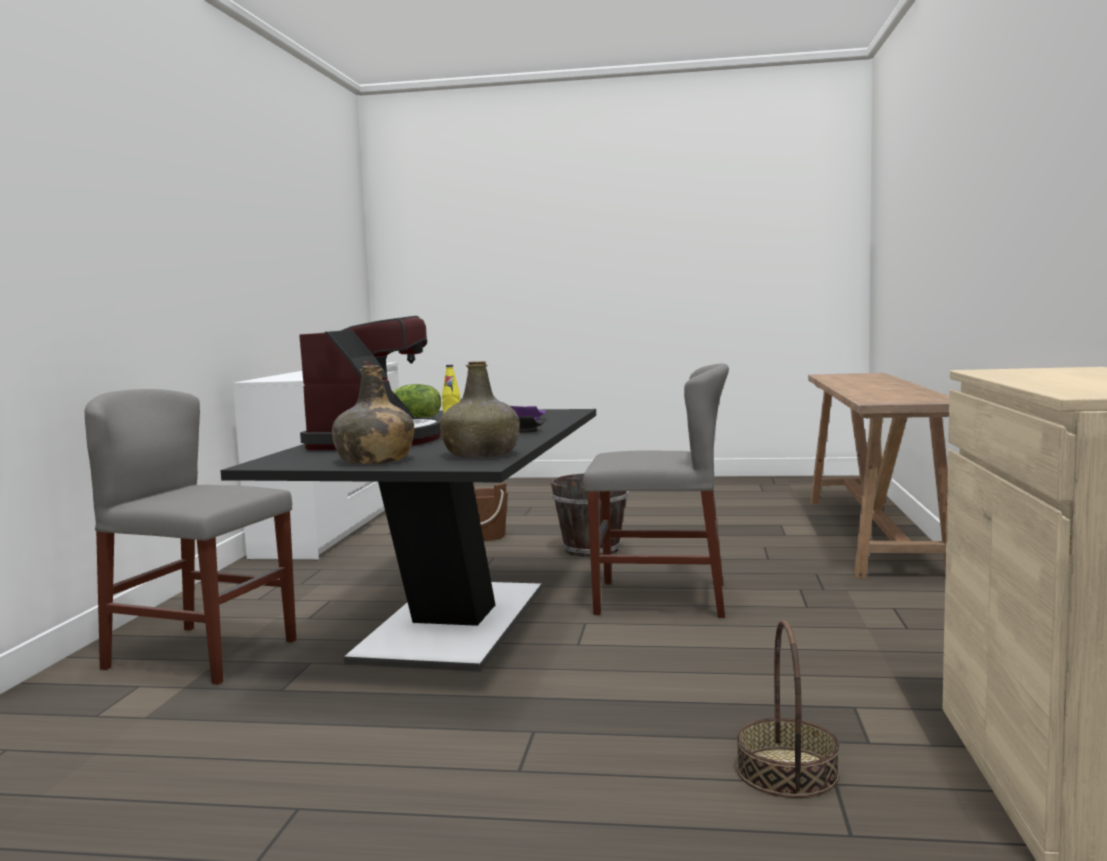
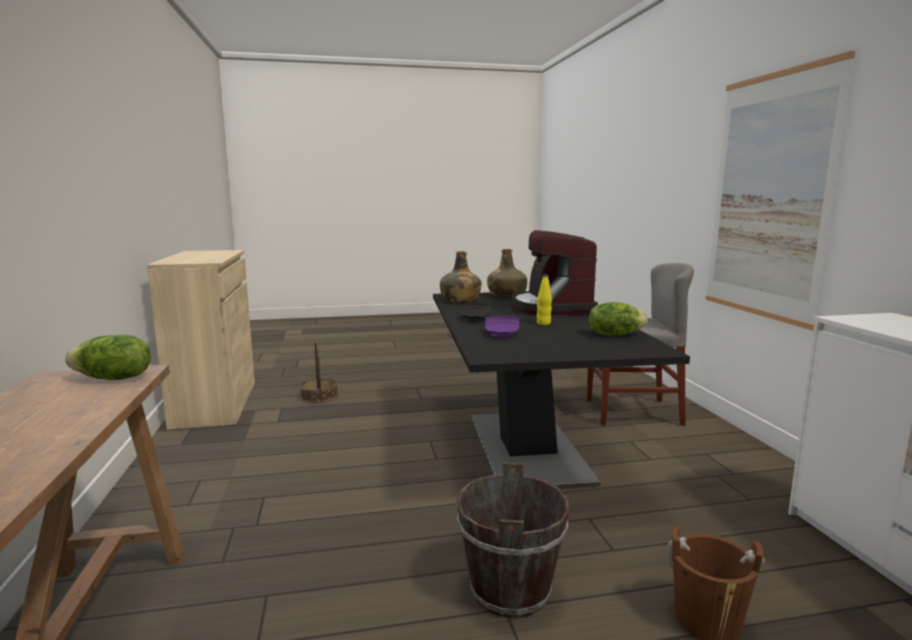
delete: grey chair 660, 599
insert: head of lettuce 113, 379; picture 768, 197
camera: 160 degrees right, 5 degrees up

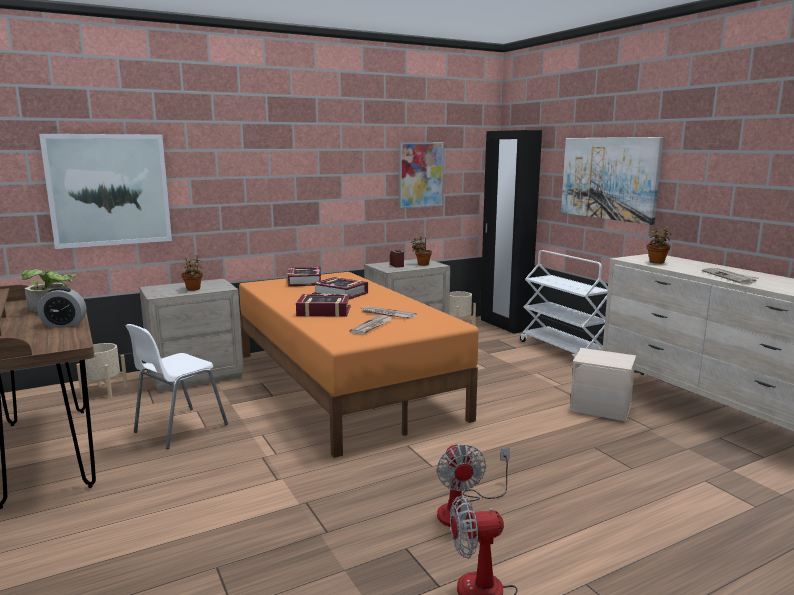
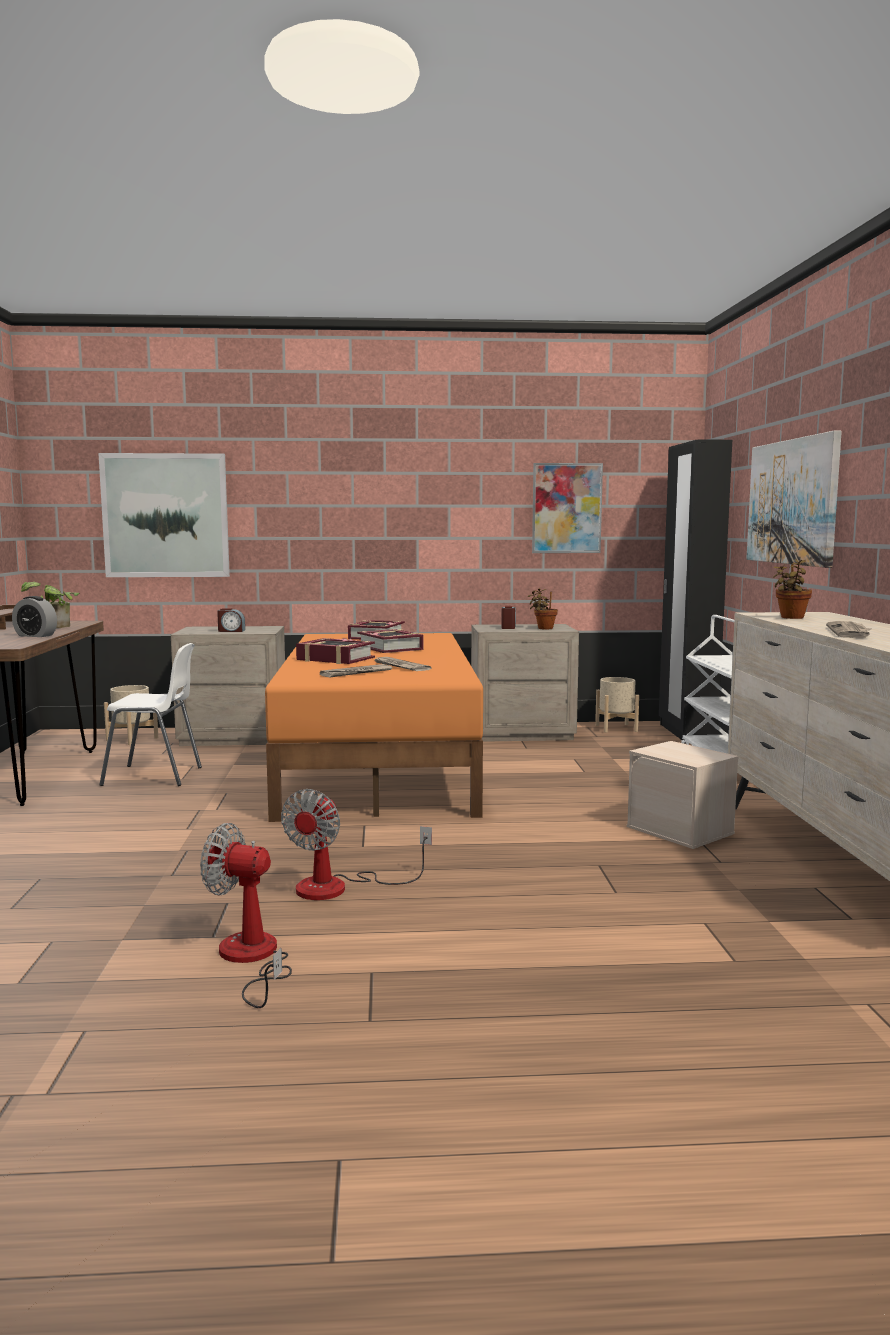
replace: houseplant 193, 289 to alarm clock 231, 631
rotate: white-coloured chair 178, 429 = 155, 776 150 degrees counterclockwise
camera: 25 degrees right, 5 degrees down

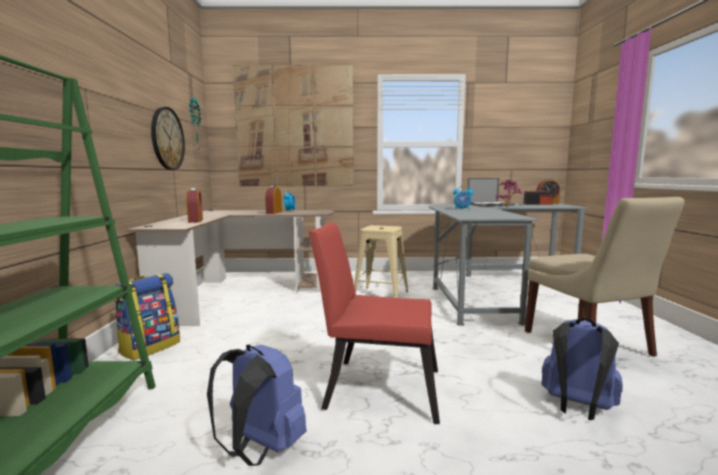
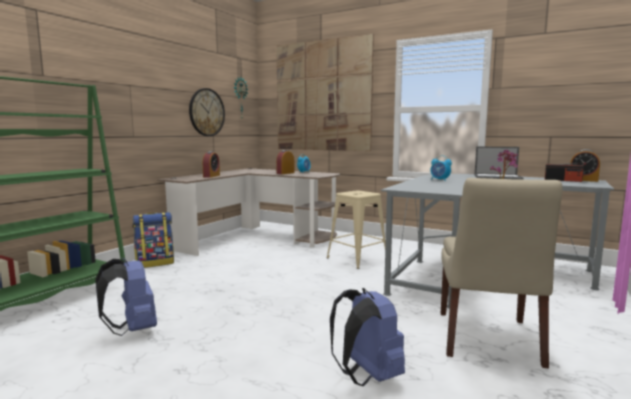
delete: red chair 376, 387
camera: 30 degrees right, 0 degrees up

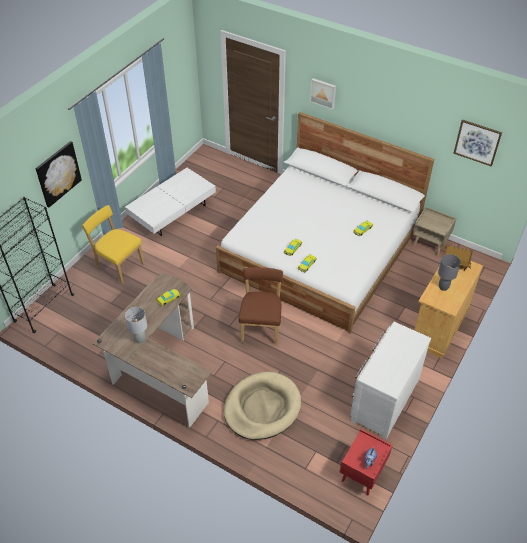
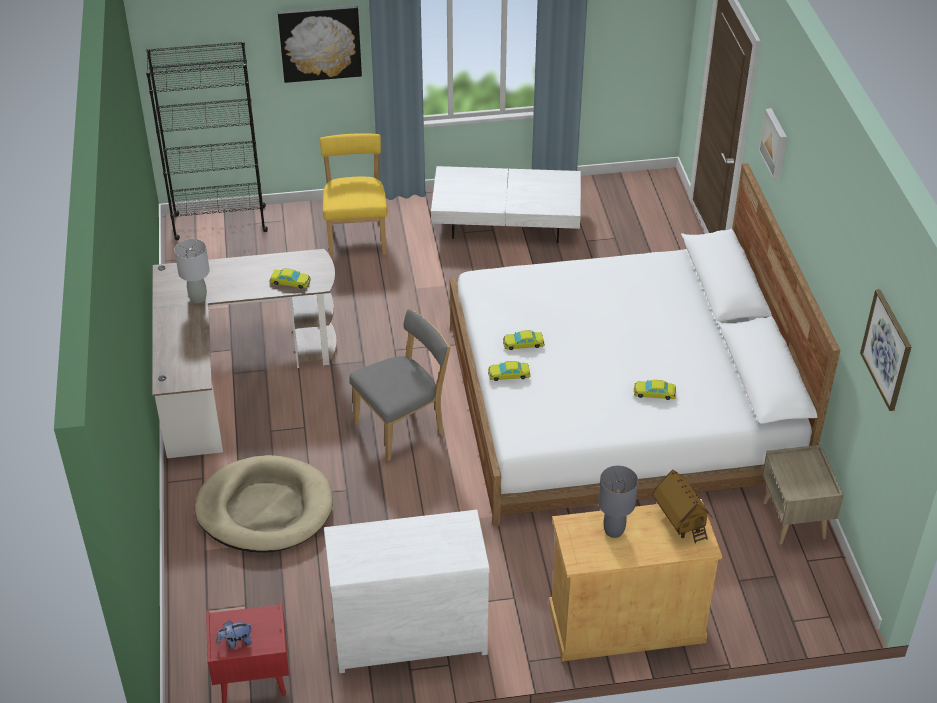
recolor: brown chair 261, 326 to grey chair 403, 427
camera: 50 degrees right, 5 degrees down

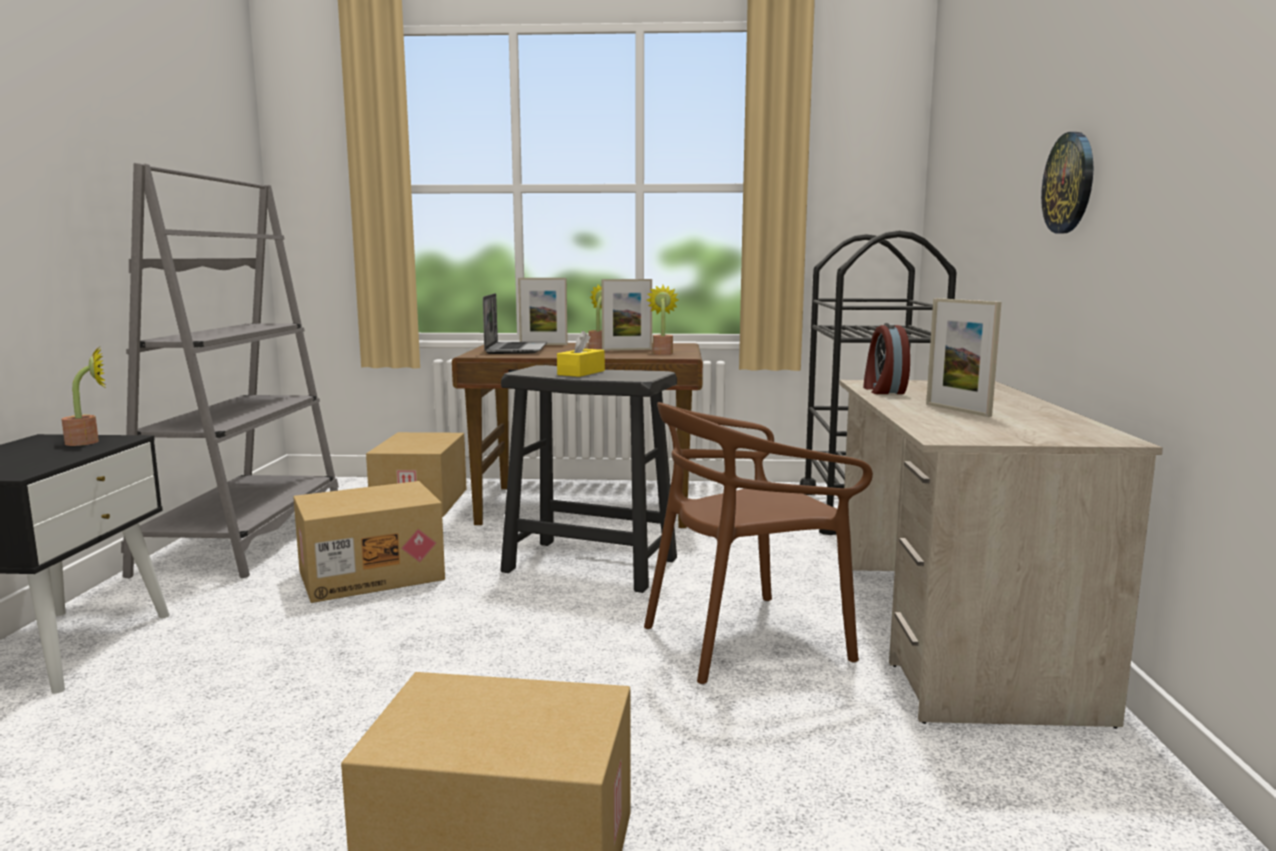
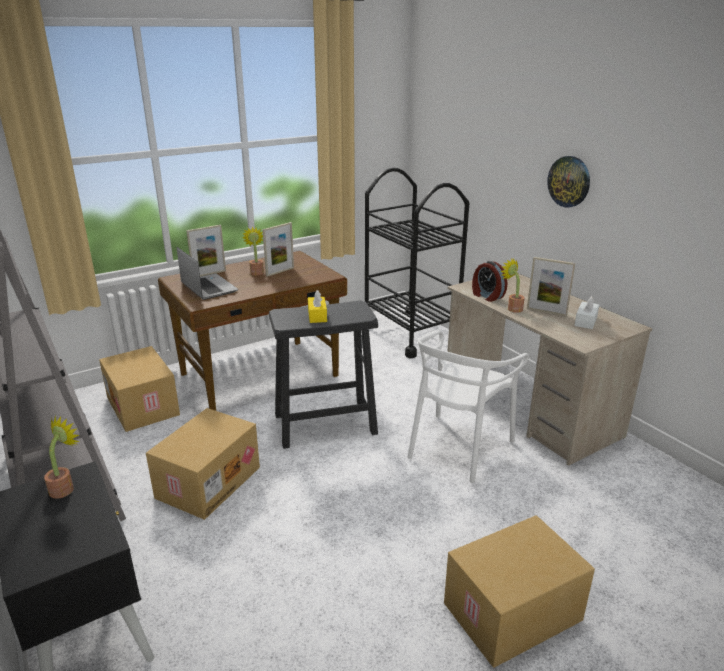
insert: white-coloured box of tissues 585, 321
move: houseplant 662, 353 to 512, 308
recolor: brown chair 745, 640 to white-coloured chair 458, 447
camera: 35 degrees left, 15 degrees up

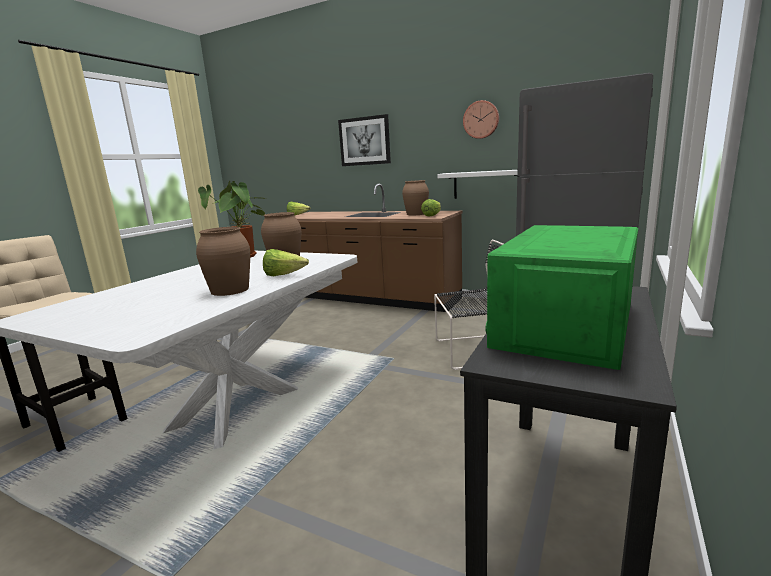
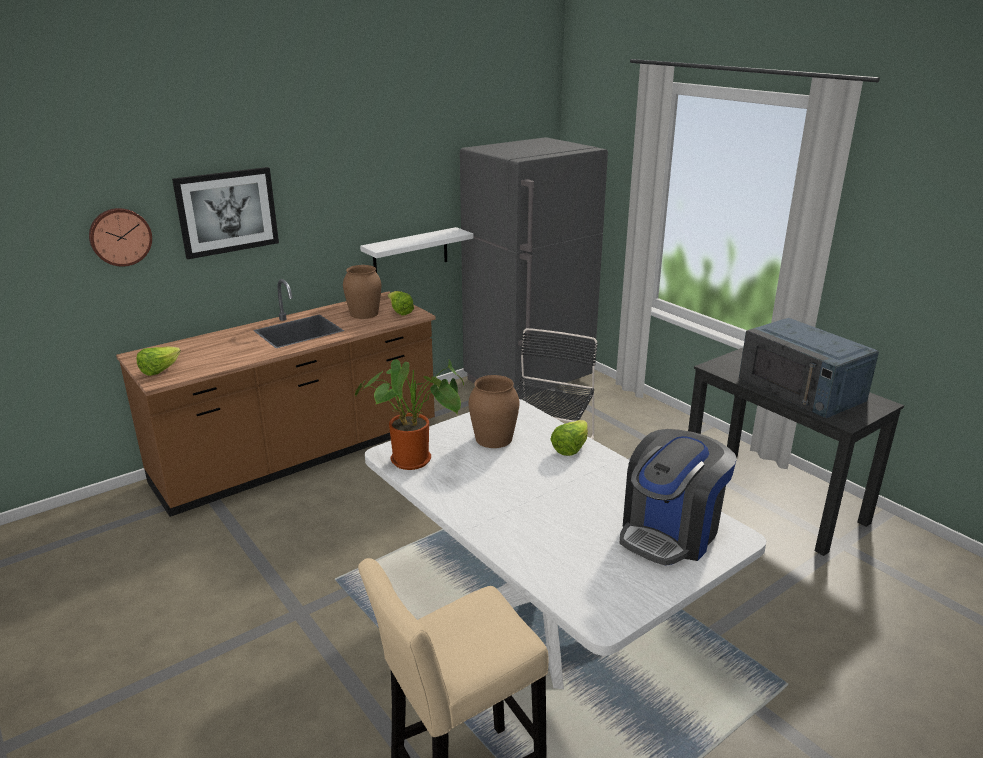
delete: brown vase 230, 290
insert: coffee machine 670, 532
move: hanging clock 481, 119 to 120, 236
recolor: greenish microwave oven 565, 325 to blue microwave oven 802, 389
camera: 65 degrees left, 10 degrees up

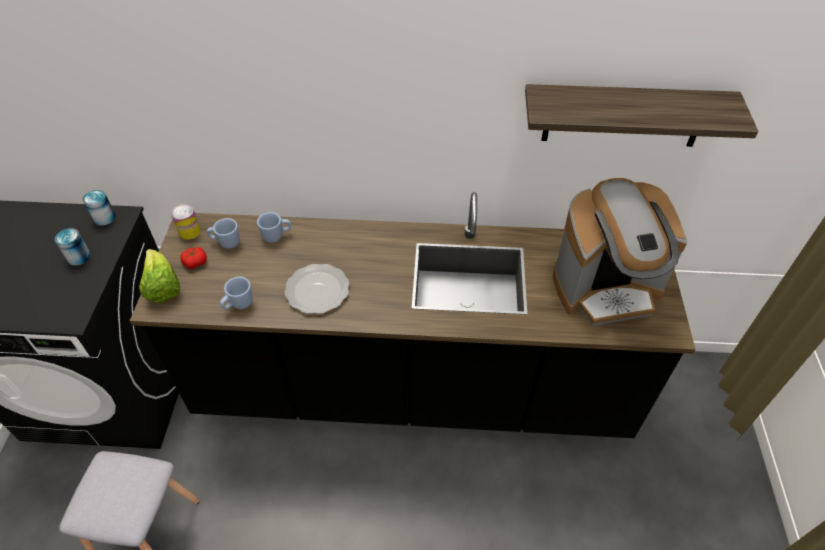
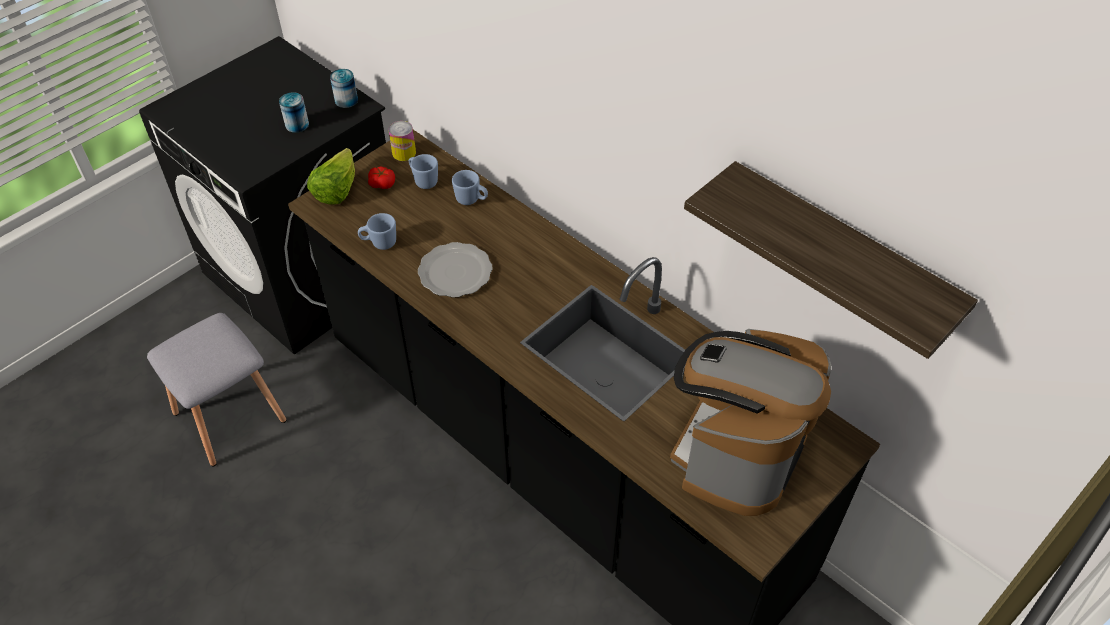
rotate: coffee machine 606, 289 = 736, 453 90 degrees clockwise
camera: 40 degrees right, 0 degrees up

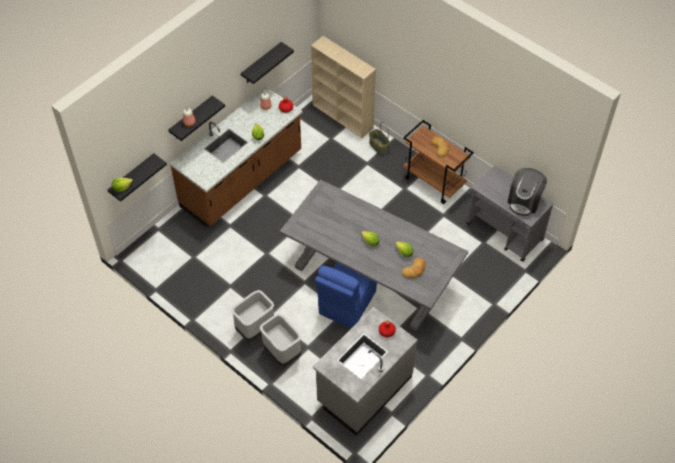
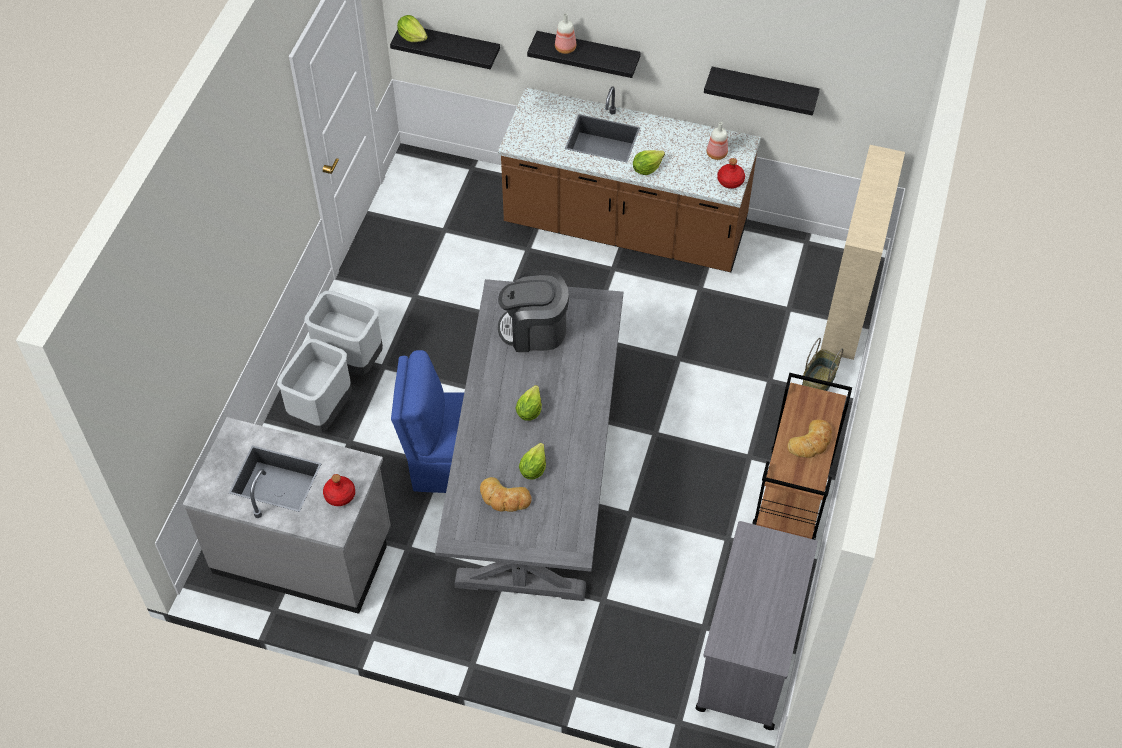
move: coffee machine 524, 201 to 534, 330
camera: 65 degrees right, 0 degrees up

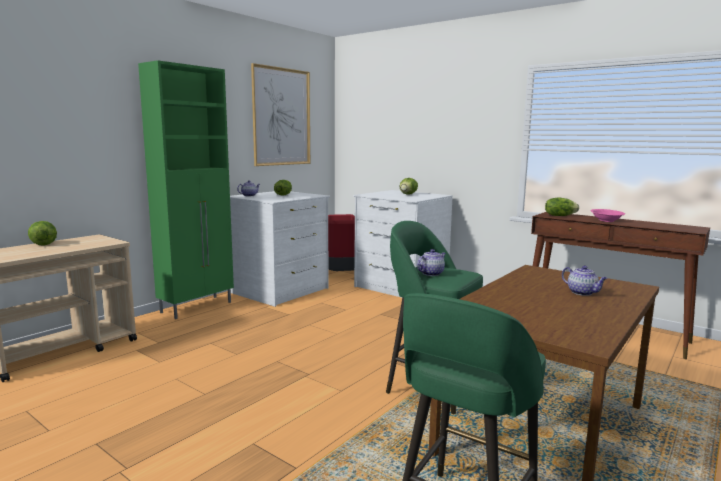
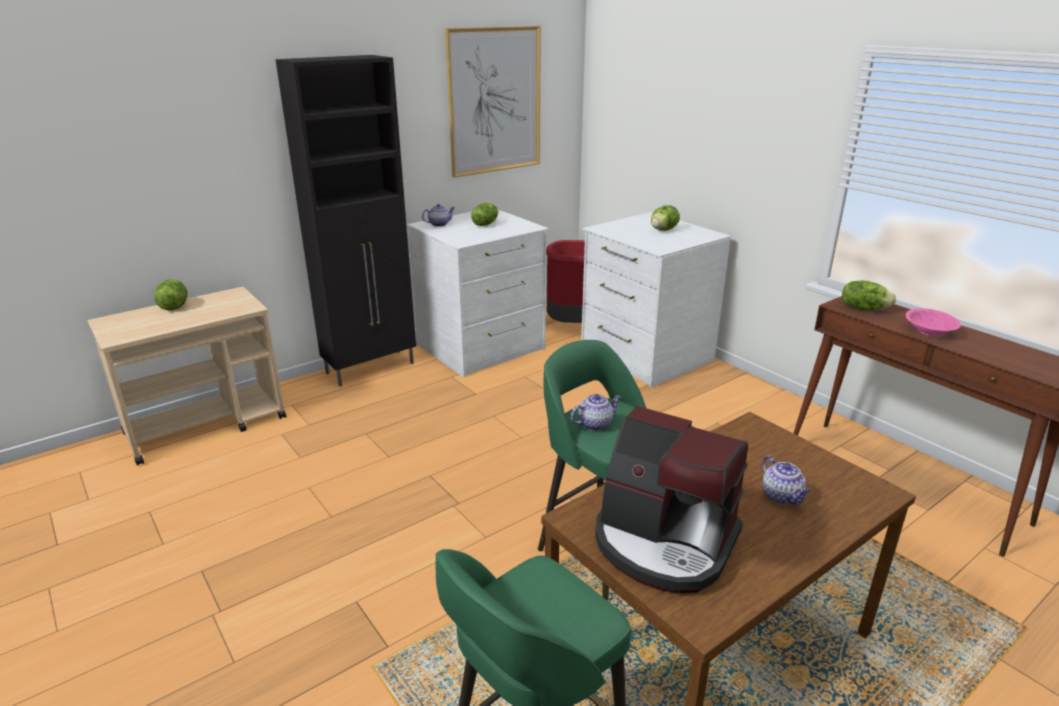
insert: coffee machine 664, 543
recolor: greenish storage cabinet 198, 307 to blackish storage cabinet 371, 368
camera: 15 degrees right, 15 degrees up

